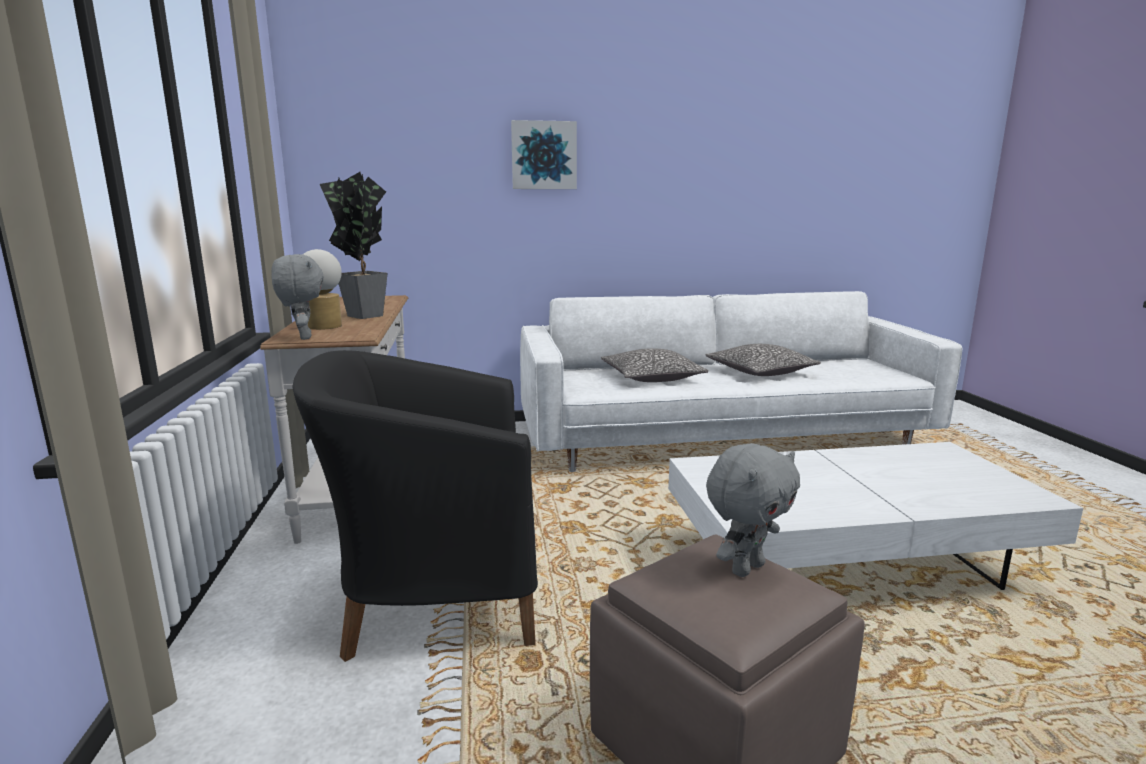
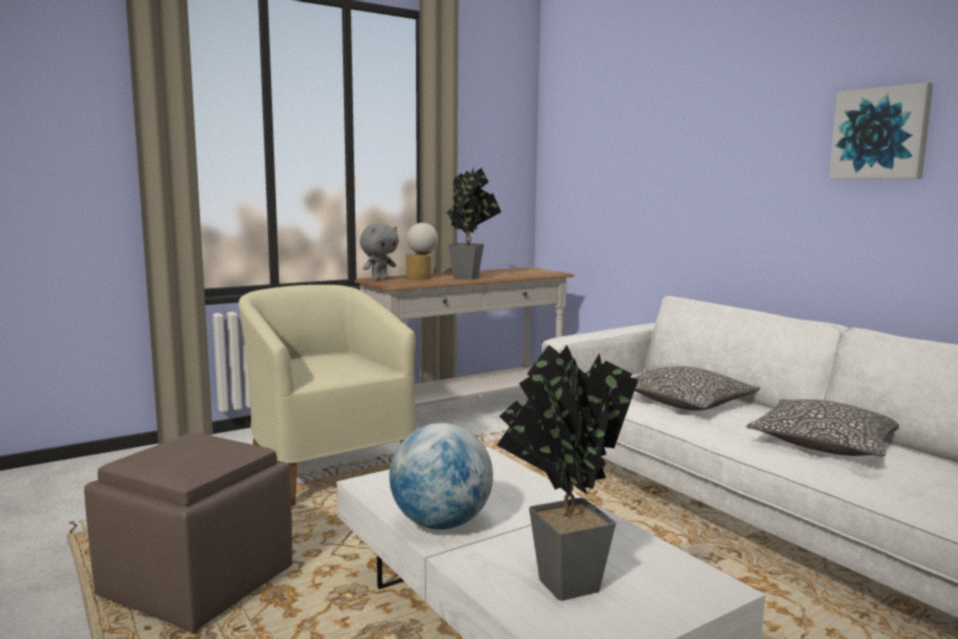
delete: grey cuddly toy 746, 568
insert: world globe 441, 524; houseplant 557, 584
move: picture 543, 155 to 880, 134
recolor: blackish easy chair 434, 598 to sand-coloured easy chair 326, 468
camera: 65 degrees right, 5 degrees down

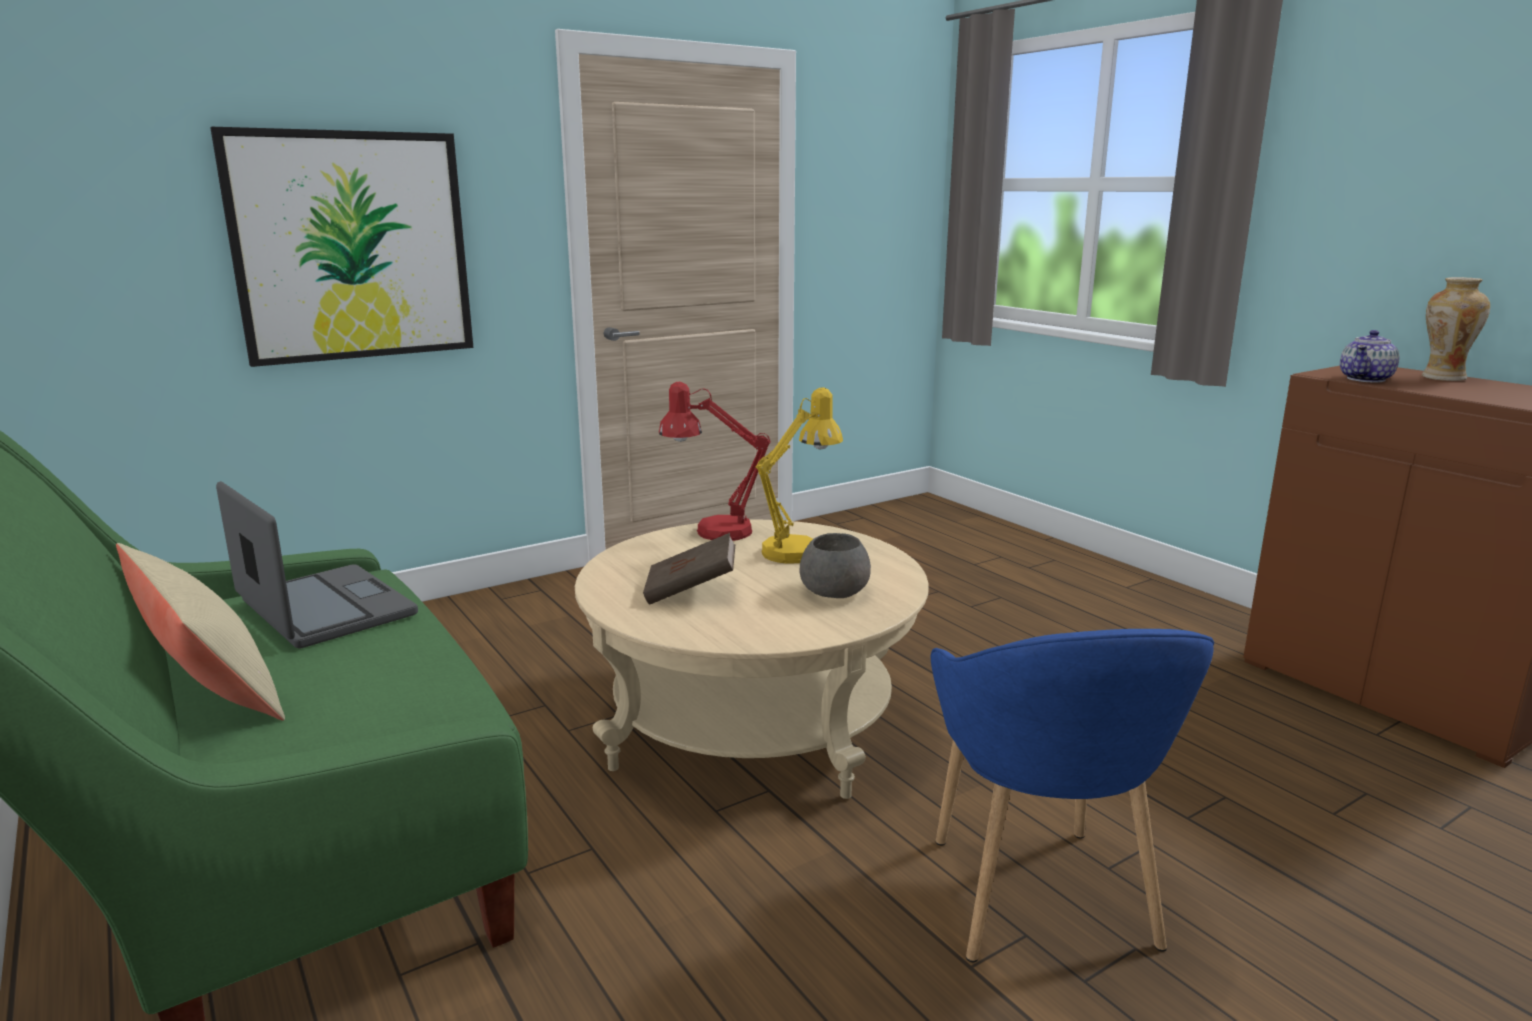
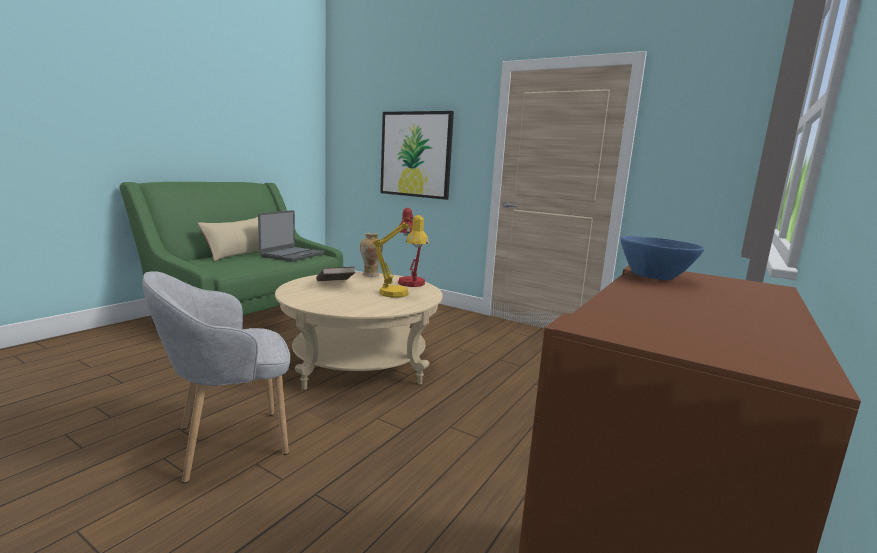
delete: grey bowl 834, 591
move: vase 1442, 378 to 370, 275
replace: tea pot 1366, 379 to blue bowl 656, 277
recolor: blue easy chair 1039, 899 to grey easy chair 227, 443
camera: 65 degrees right, 5 degrees down

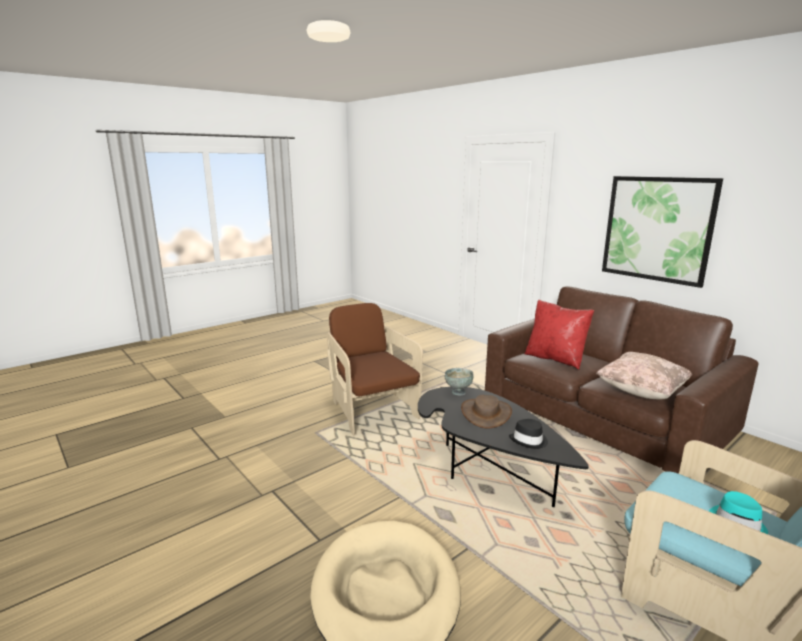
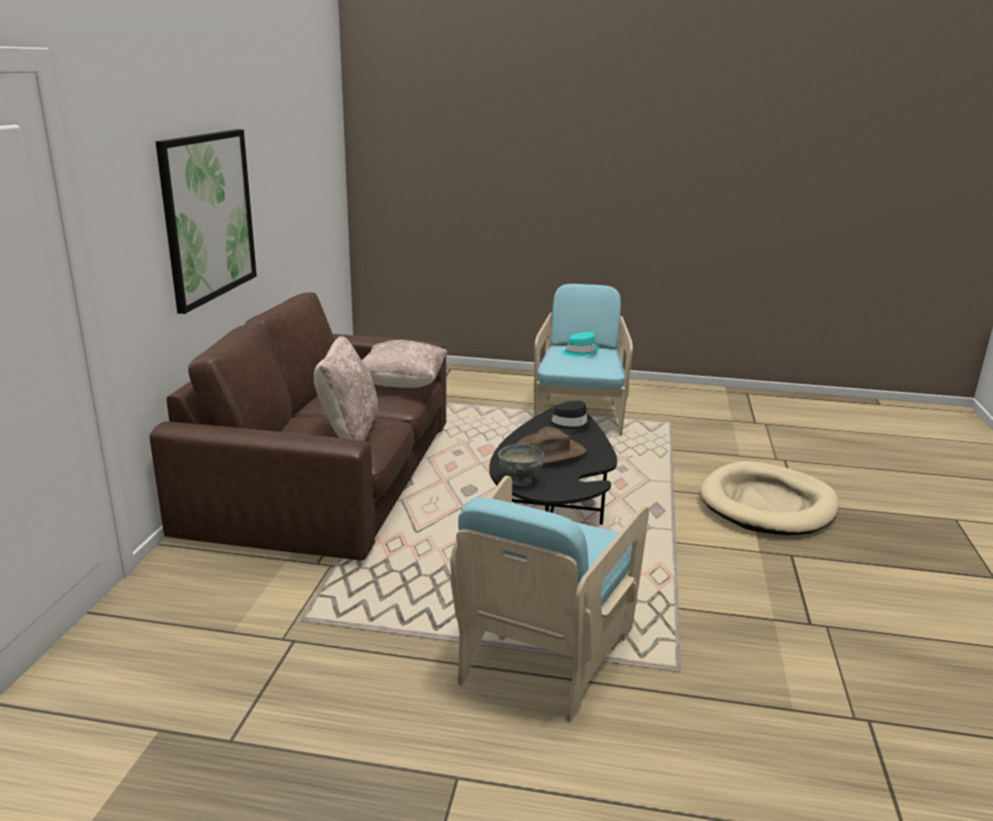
recolor: brown easy chair 372, 411 to turquoise easy chair 543, 652; red pillow 555, 359 to sand-coloured pillow 349, 432
camera: 130 degrees left, 5 degrees up

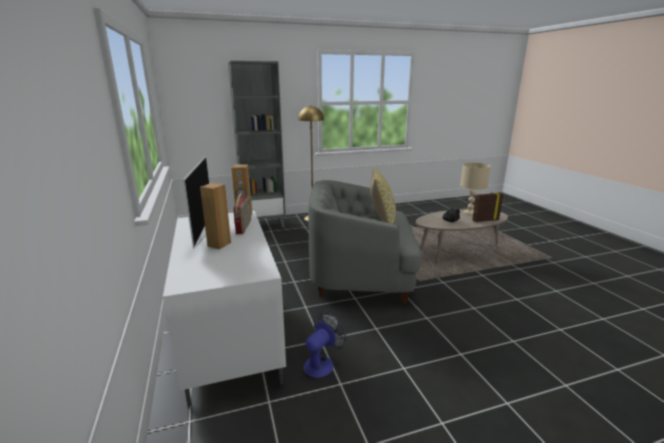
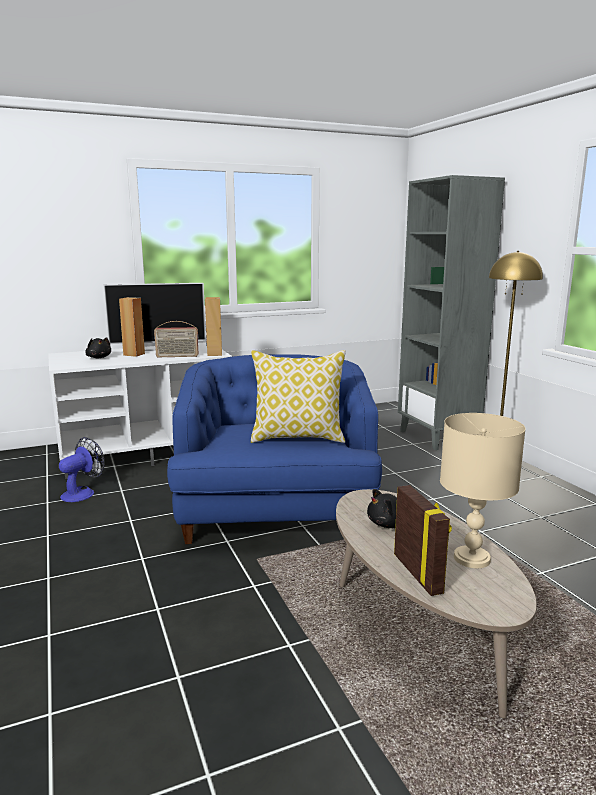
insert: blackish cuddly toy 99, 357
recolor: grey easy chair 361, 274 to blue easy chair 275, 510
rotate: fan 322, 363 = 82, 493 90 degrees counterclockwise
camera: 85 degrees right, 5 degrees down

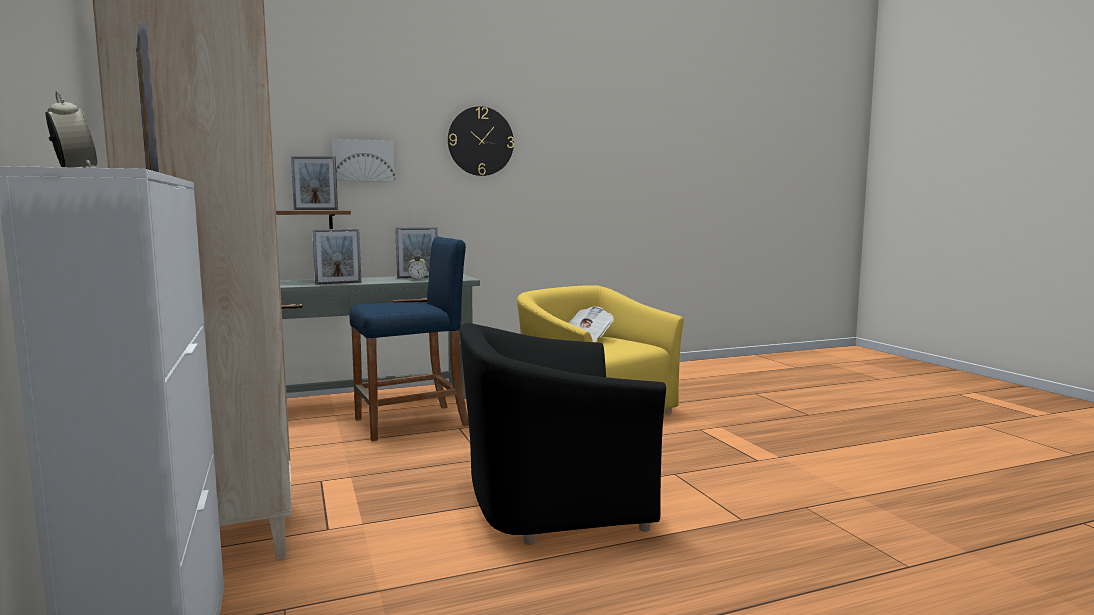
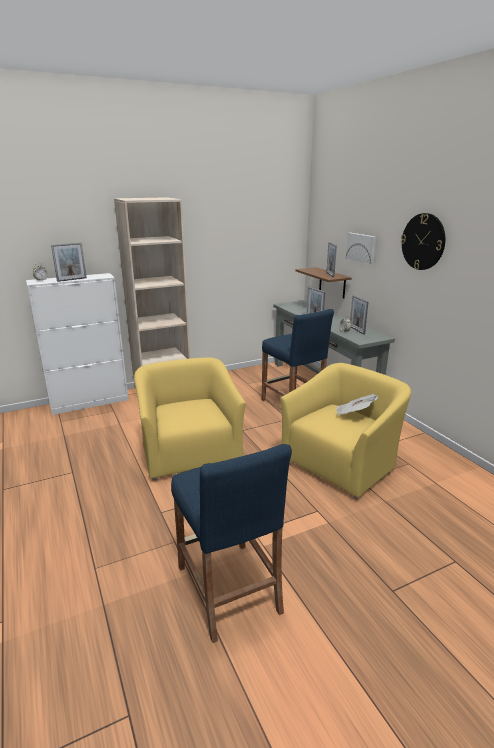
insert: blue stool seat 228, 588
recolor: blackish easy chair 551, 499 to yellow-coloured easy chair 190, 452
camera: 85 degrees right, 15 degrees up

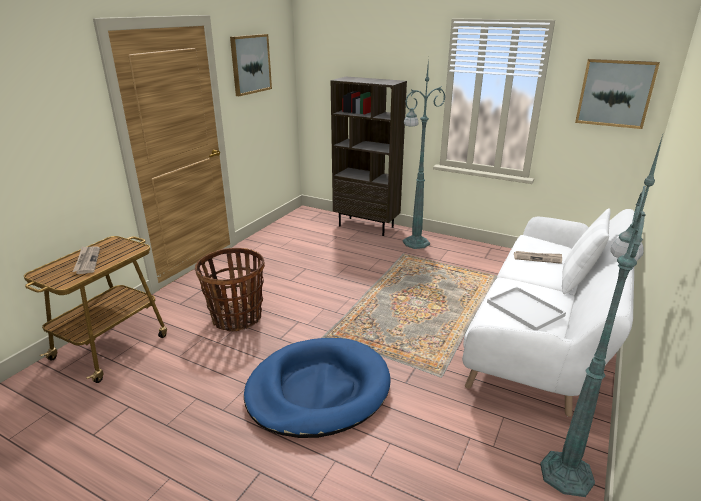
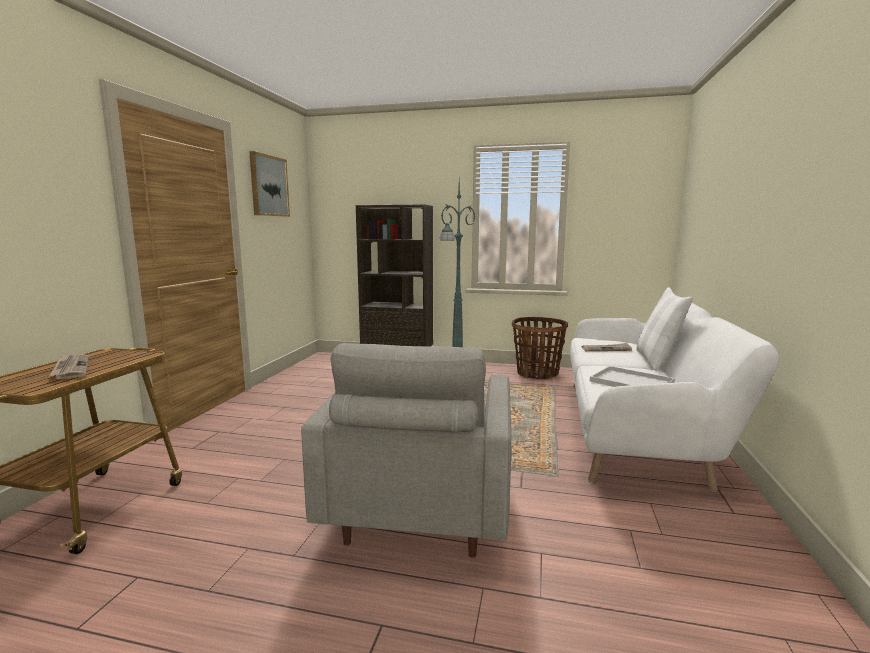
delete: greenish standing lamp 567, 472; picture 615, 93
move: storage basket 237, 318 to 537, 373
replace: blue pet bed 318, 390 to grey easy chair 418, 511
camera: 15 degrees left, 15 degrees down

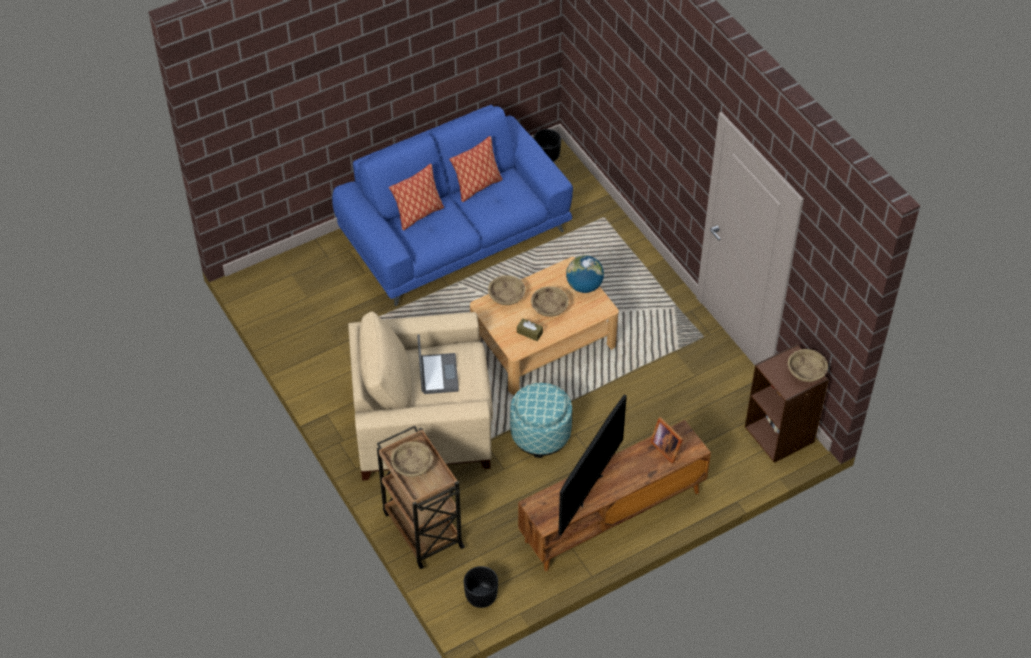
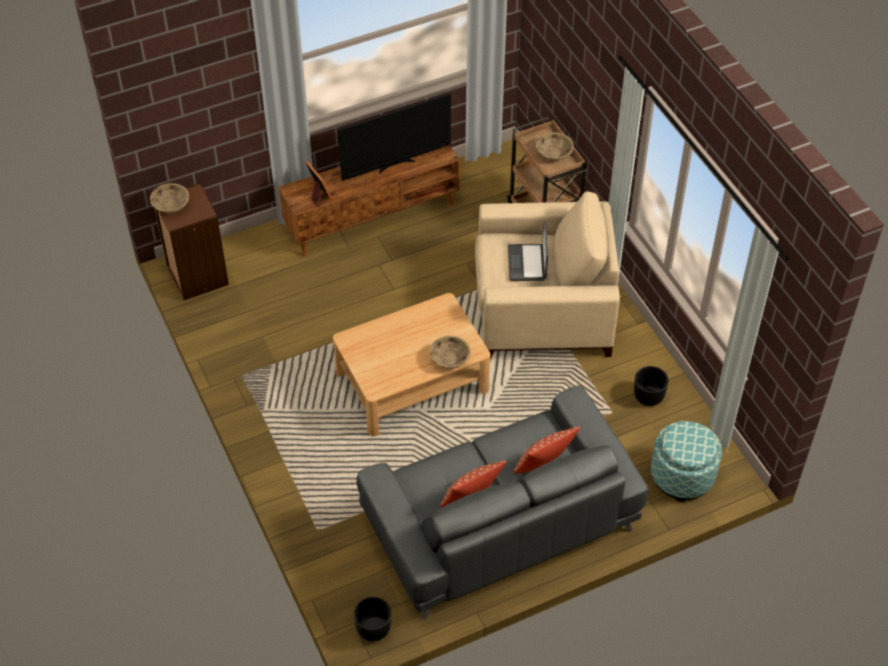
delete: brown box of tissues 529, 333; sand-coloured bowl 549, 308; world globe 584, 286
move: blackish plant pot 481, 596 to 648, 396; footrest 540, 434 to 682, 475
recolor: blue couch 454, 233 to grey couch 499, 522
rotate: TV 588, 489 = 395, 164 150 degrees counterclockwise
camera: 175 degrees left, 0 degrees up

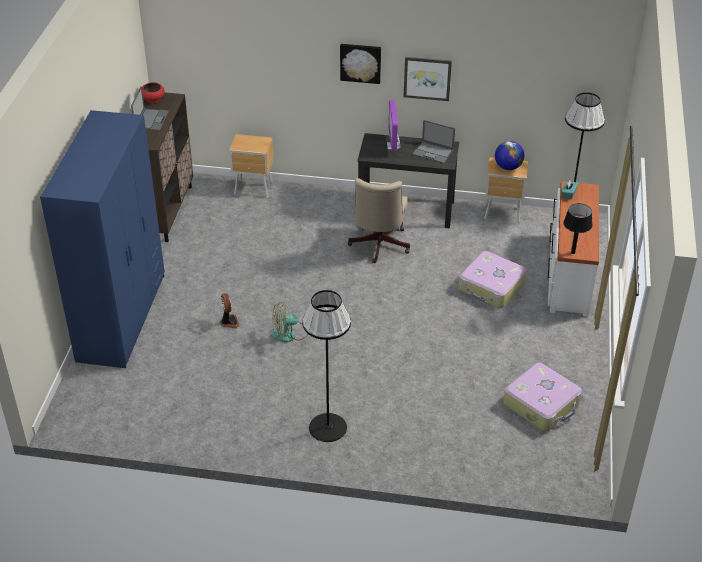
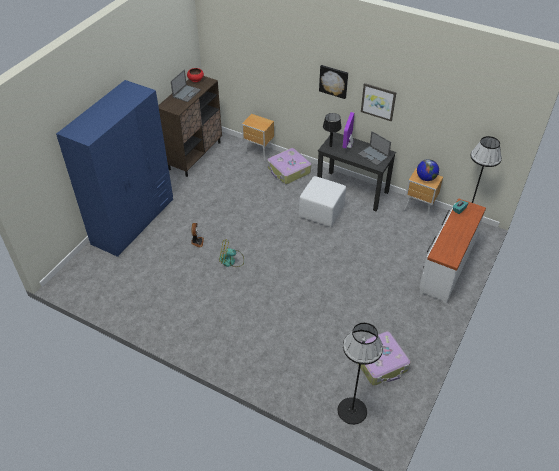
move: blackish standing lamp 327, 427 to 352, 410; suitcase 491, 287 to 288, 171; blackish table lamp 573, 253 to 330, 146
replace: sand-coloured desk chair 378, 246 to white-coloured footrest 321, 212
camera: 20 degrees right, 5 degrees up

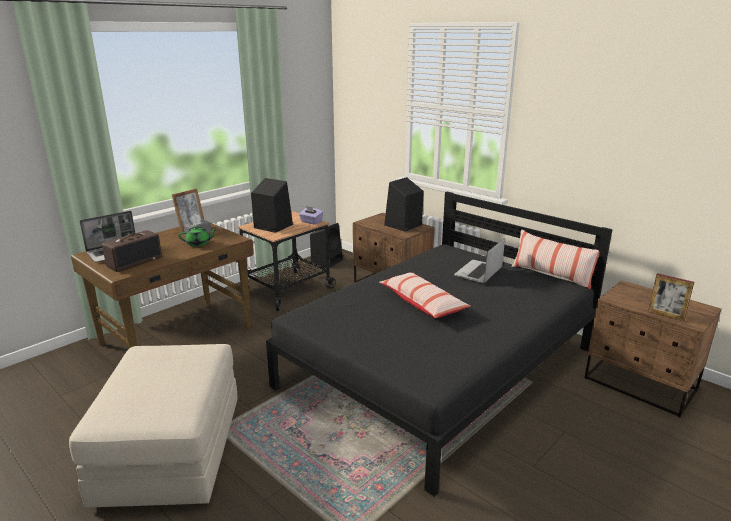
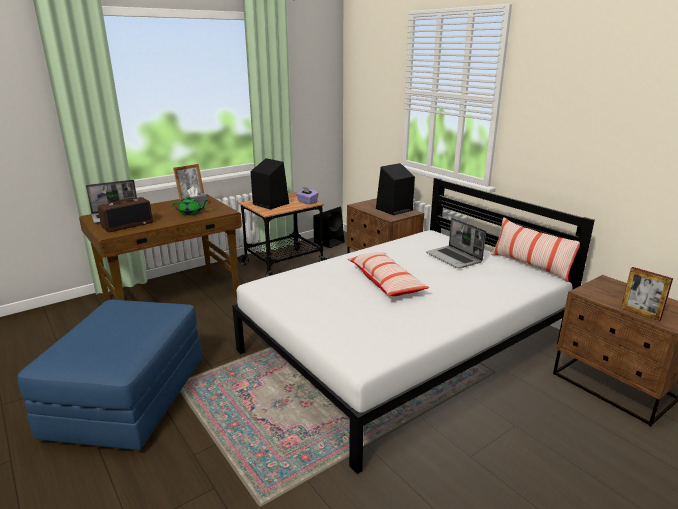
recolor: sand-coloured footrest 171, 450 to blue footrest 128, 397; blackish bedroom bed 439, 367 to white-coloured bedroom bed 403, 348
rotate: portable computer 478, 273 = 454, 258 75 degrees counterclockwise
camera: 10 degrees right, 0 degrees up

